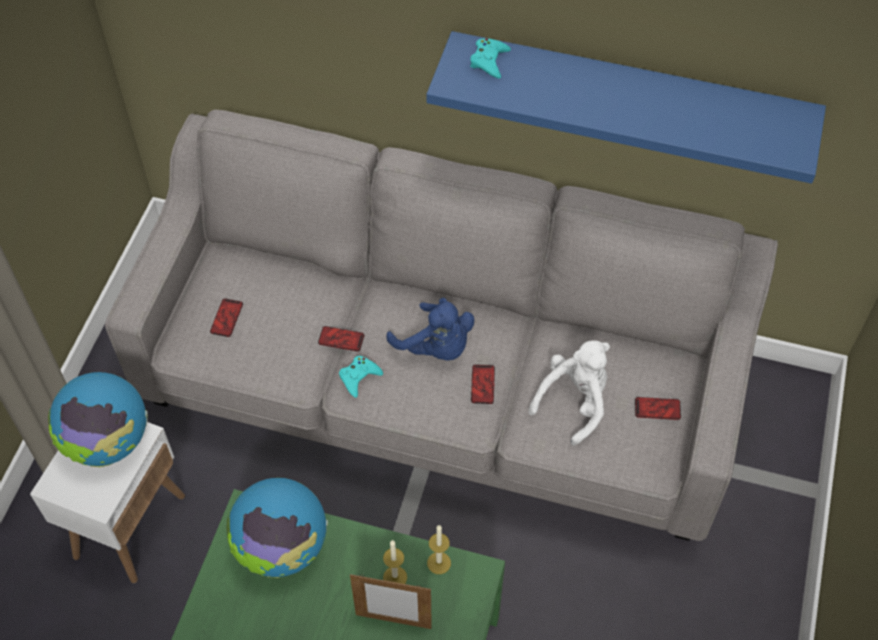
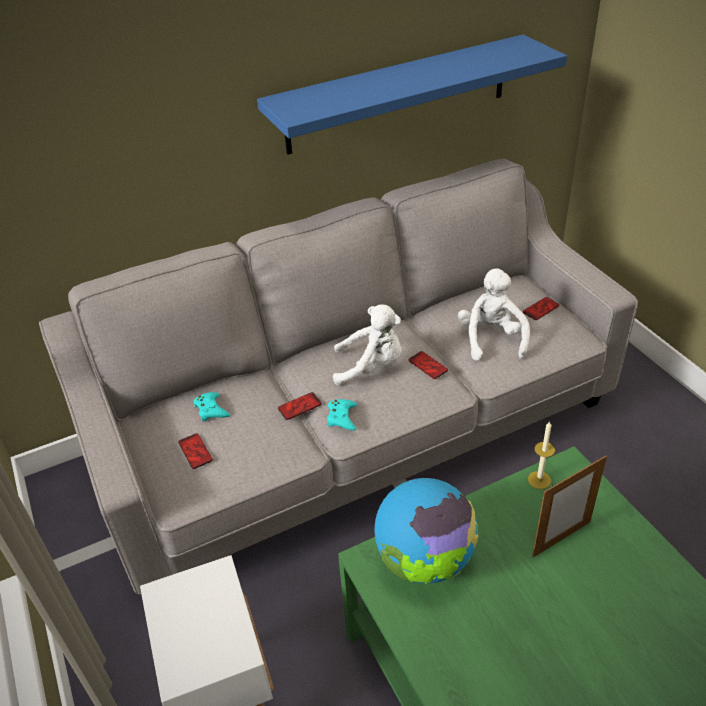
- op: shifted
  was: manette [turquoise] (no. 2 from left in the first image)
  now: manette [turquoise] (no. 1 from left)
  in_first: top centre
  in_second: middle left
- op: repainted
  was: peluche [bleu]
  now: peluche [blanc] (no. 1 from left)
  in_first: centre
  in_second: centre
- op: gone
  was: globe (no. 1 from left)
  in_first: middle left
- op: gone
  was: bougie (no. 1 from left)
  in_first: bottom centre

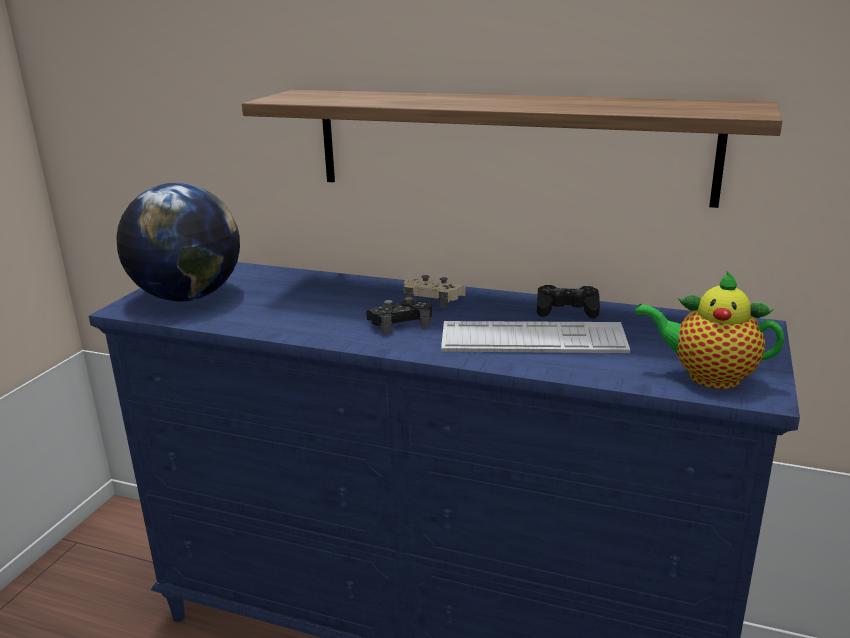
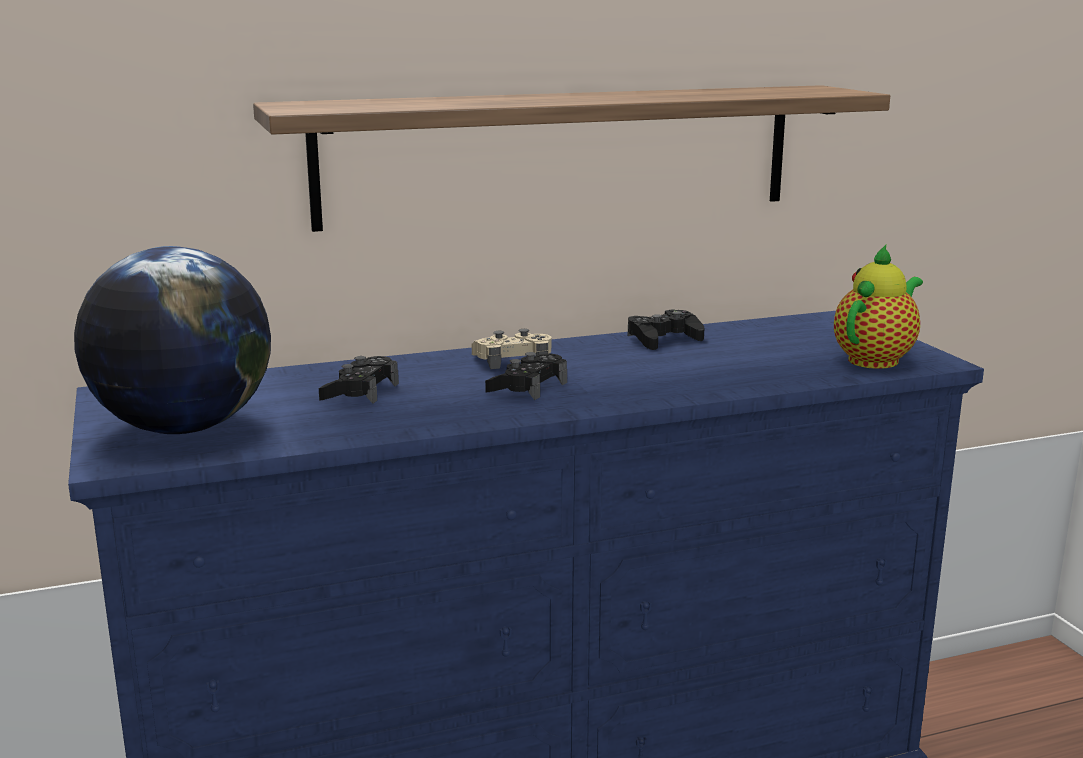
- op: new
  now: manette [noir] (no. 1 from left)
  in_second: middle left
- op: rotated
  was: théière
  in_first: middle right
  in_second: middle right
  clockwise: 150
- op: gone
  was: clavier
  in_first: centre

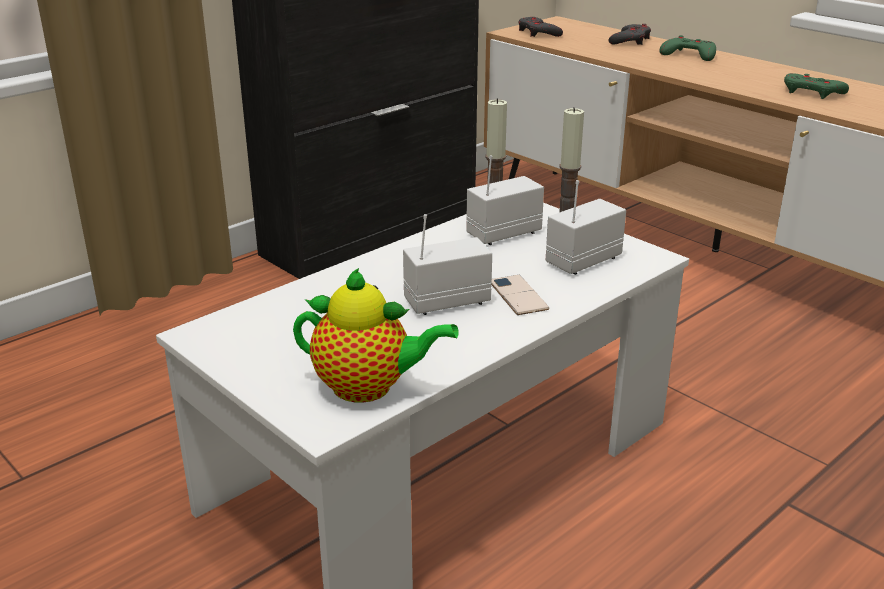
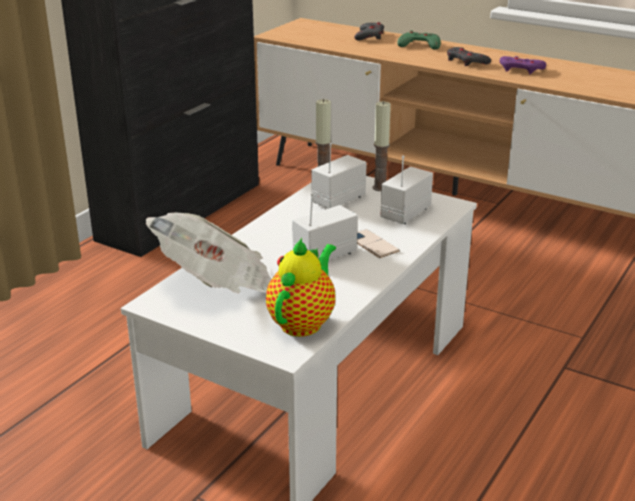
- op: new
  now: journal
  in_second: middle left
- op: rotated
  was: théière
  in_first: centre
  in_second: centre
  clockwise: -60
- op: shifted
  was: manette [gris] (no. 1 from left in the first image)
  now: manette [gris] (no. 2 from left)
  in_first: top centre
  in_second: top right
- op: repainted
  was: manette [vert] (no. 2 from left)
  now: manette [violet]
  in_first: top right
  in_second: top right

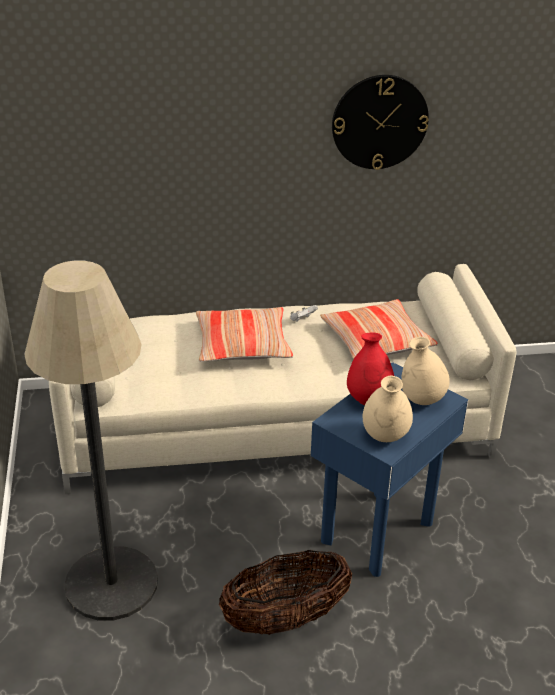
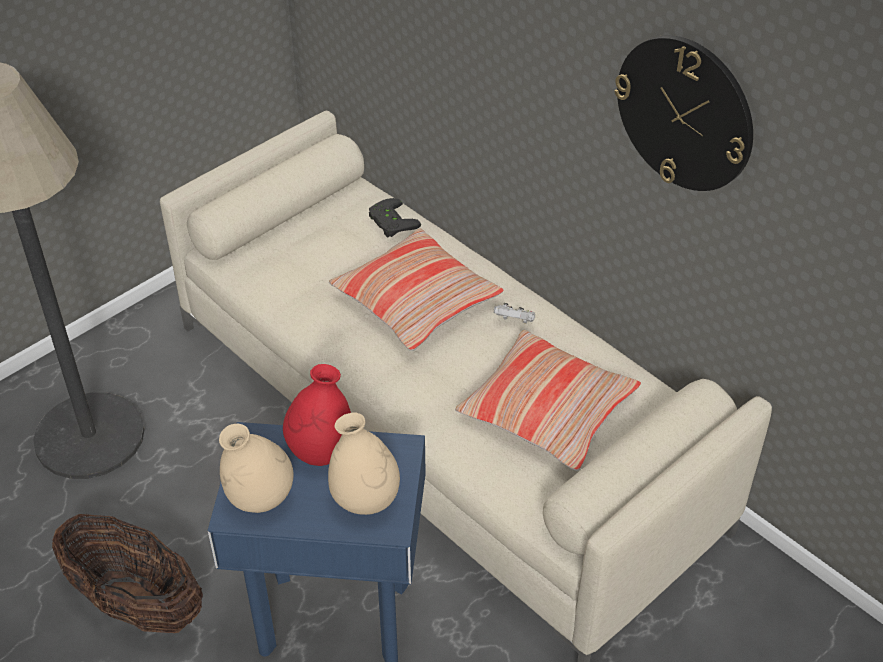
- op: new
  now: manette [noir]
  in_second: top centre

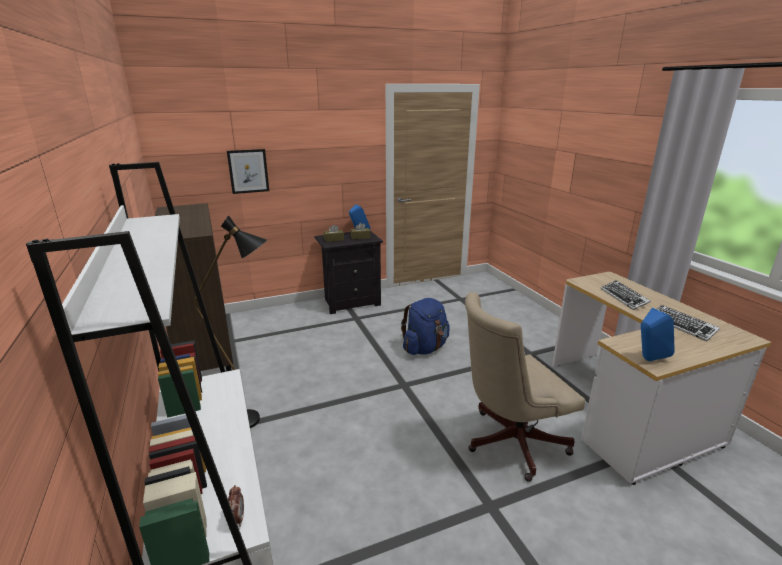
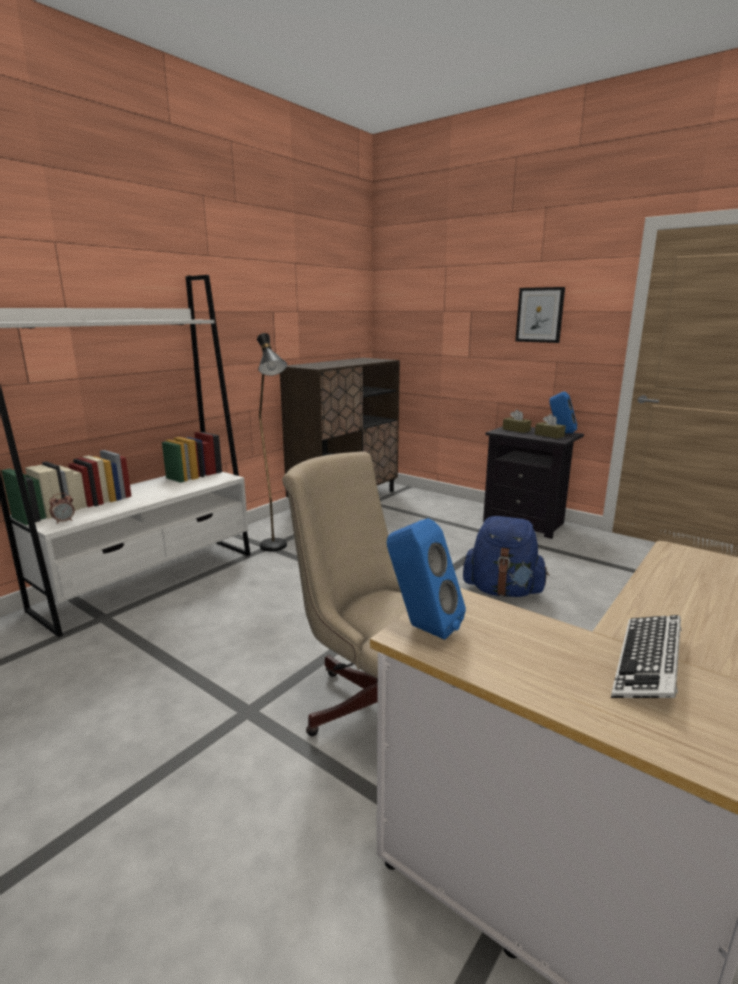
- op: shifted
  was: tableau
  in_first: top left
  in_second: top right
- op: gone
  was: clavier (no. 1 from left)
  in_first: middle right

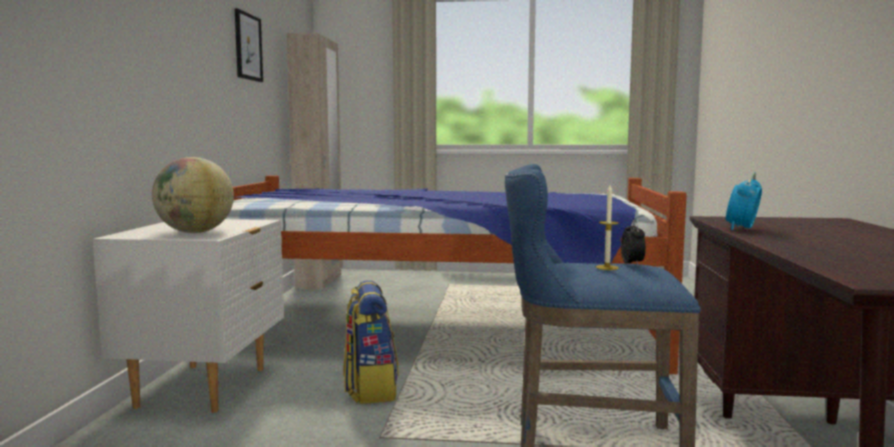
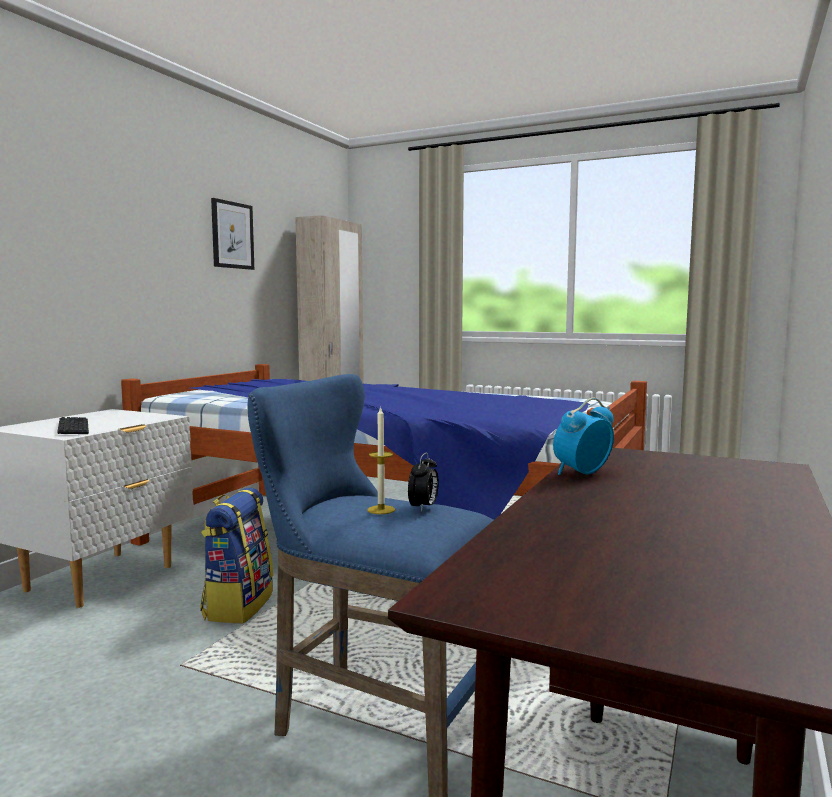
- op: swapped
  was: globe
  now: clavier
  in_first: middle left
  in_second: middle left

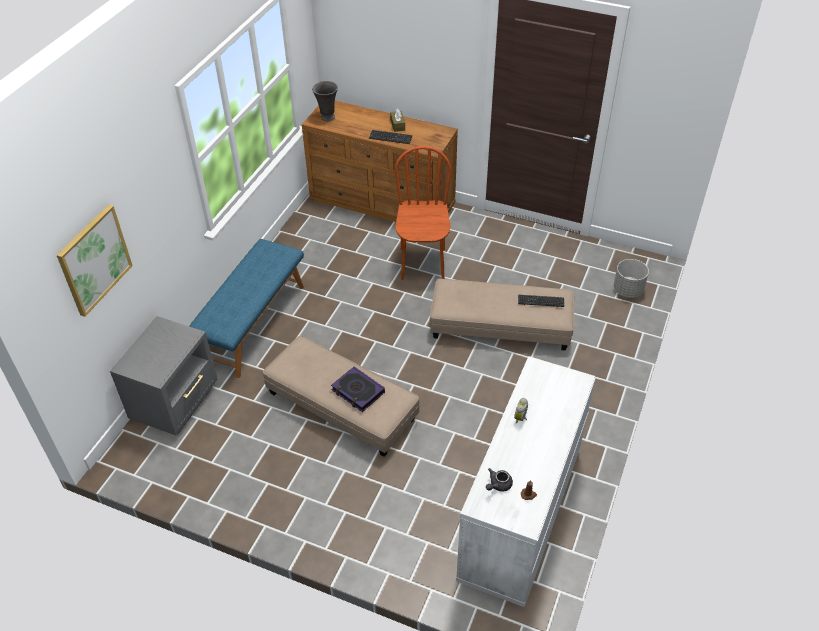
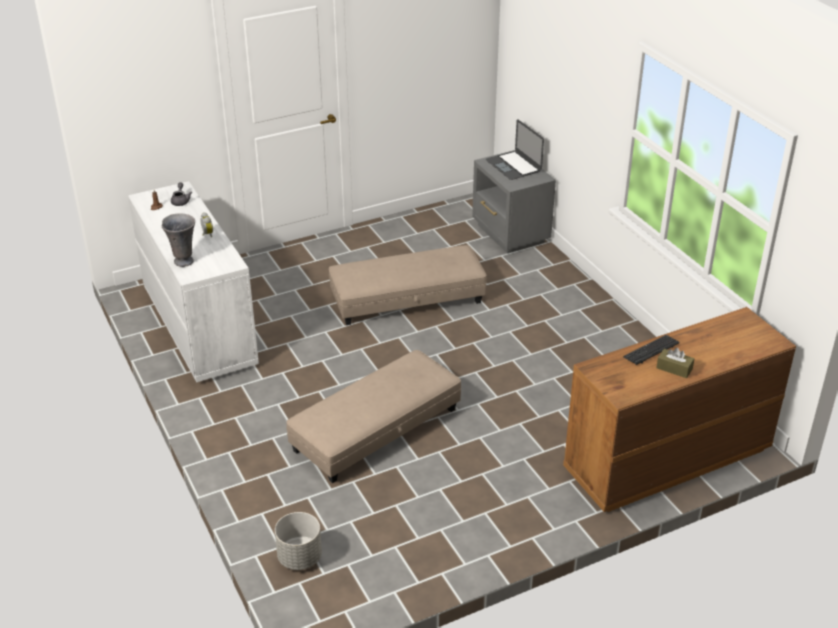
- op: shifted
  was: vase [gris]
  in_first: top centre
  in_second: middle left
- op: new
  now: ordinateur portable
  in_second: top centre
- op: gone
  was: tableau
  in_first: middle left
- op: gone
  was: banc [bleu]
  in_first: middle left
- op: gone
  was: livre
  in_first: centre
- op: gone
  was: chaise [marron]
  in_first: centre
- op: gone
  was: clavier (no. 2 from left)
  in_first: centre

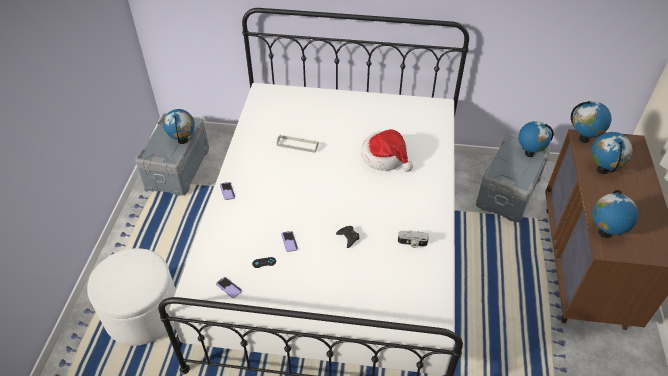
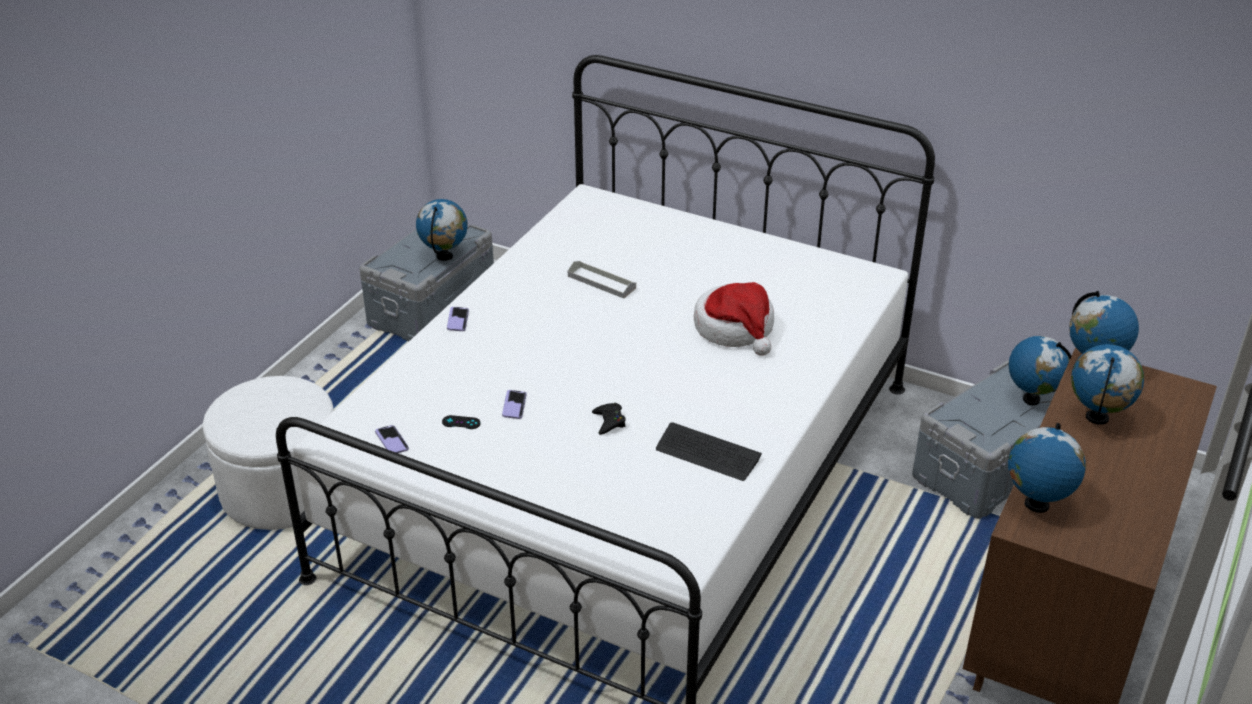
- op: swapped
  was: appareil photo
  now: clavier
  in_first: centre
  in_second: centre

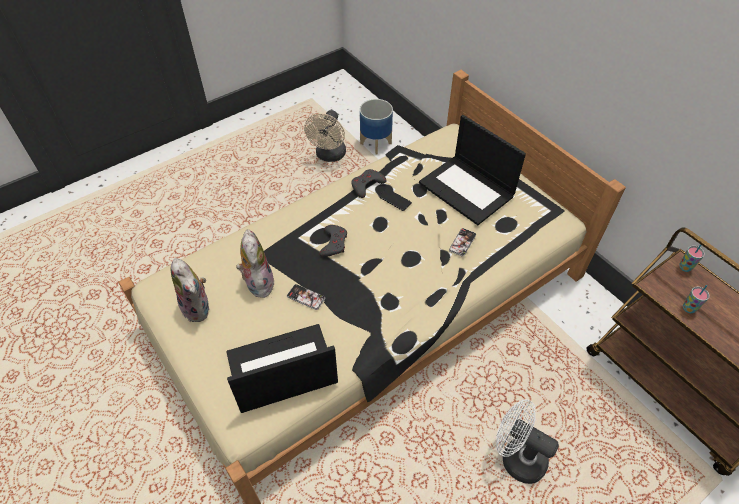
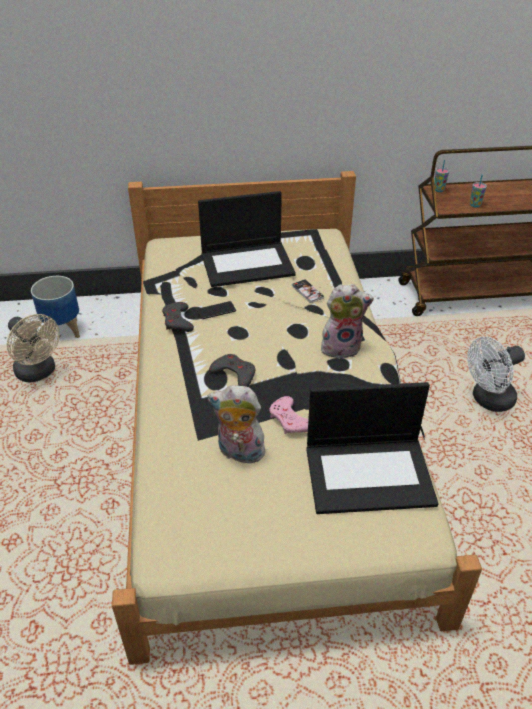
- op: swapped
  was: téléphone (no. 1 from left)
  now: manette [rose]
  in_first: centre
  in_second: centre
- op: rotated
  was: ordinateur portable (no. 1 from left in the first image)
  in_first: bottom centre
  in_second: middle right
  clockwise: -105
- op: shifted
  was: peluche (no. 1 from left in the first image)
  now: peluche (no. 2 from left)
  in_first: middle left
  in_second: centre

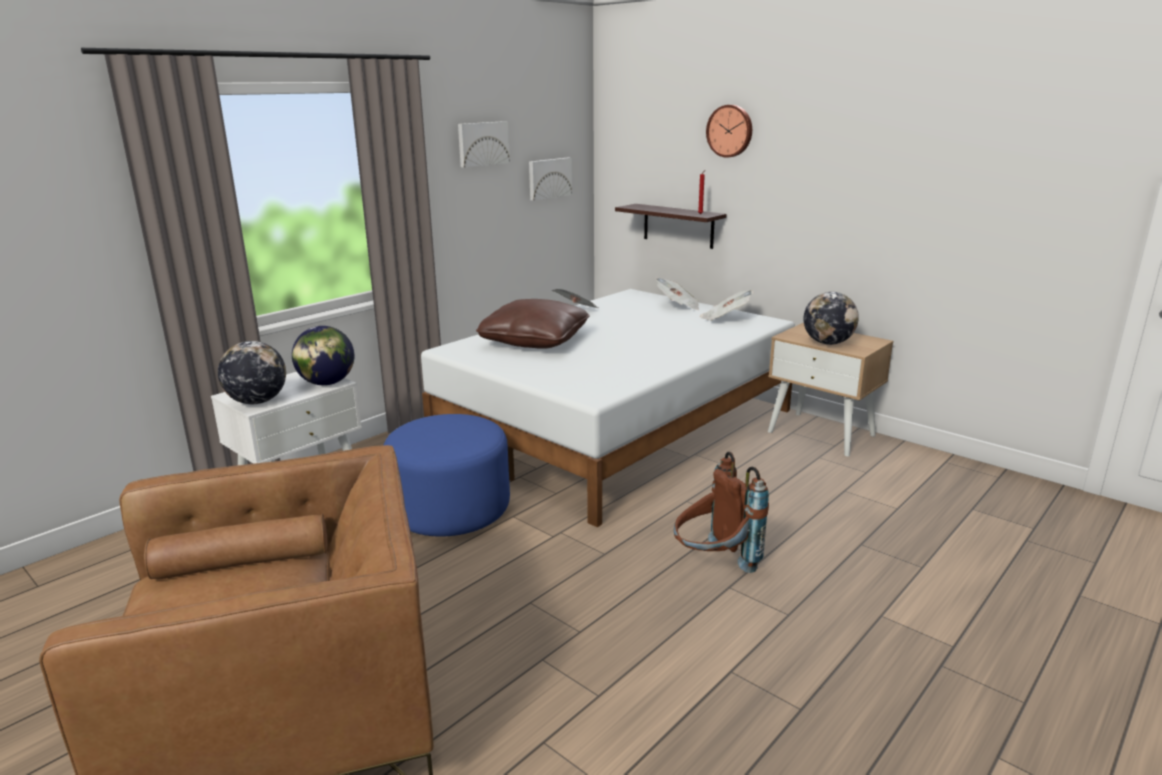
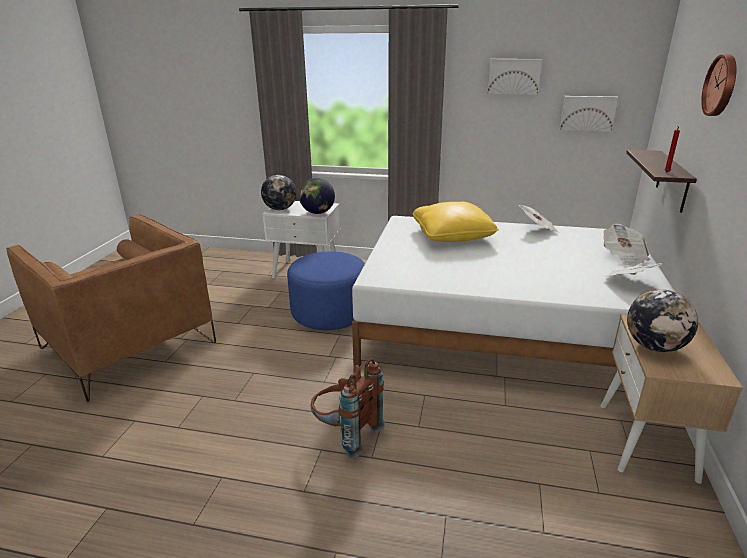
- op: repainted
  was: coussin [marron]
  now: coussin [jaune]
  in_first: centre
  in_second: centre

